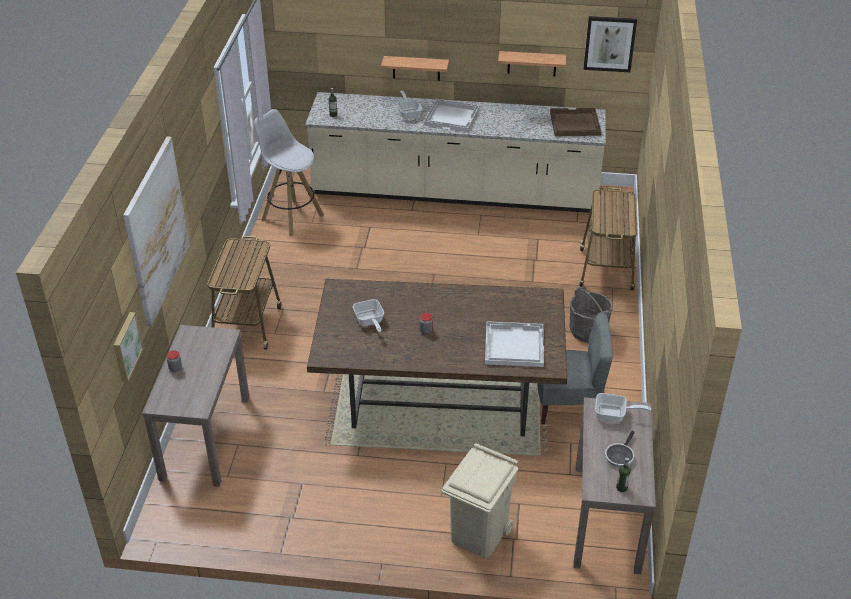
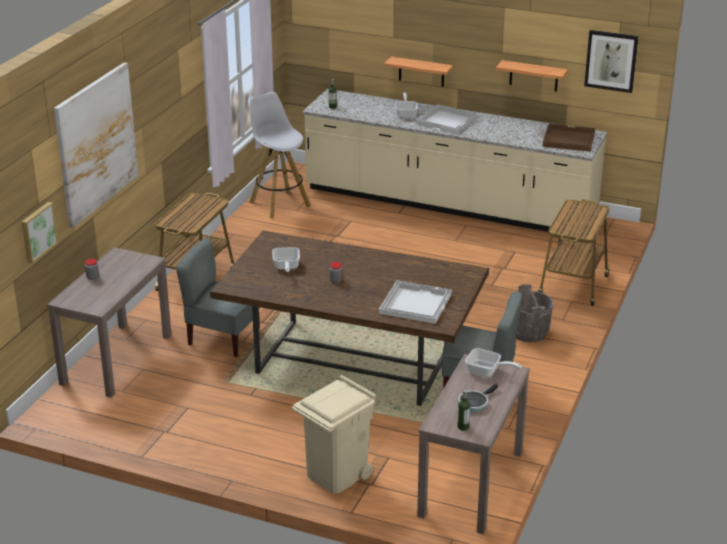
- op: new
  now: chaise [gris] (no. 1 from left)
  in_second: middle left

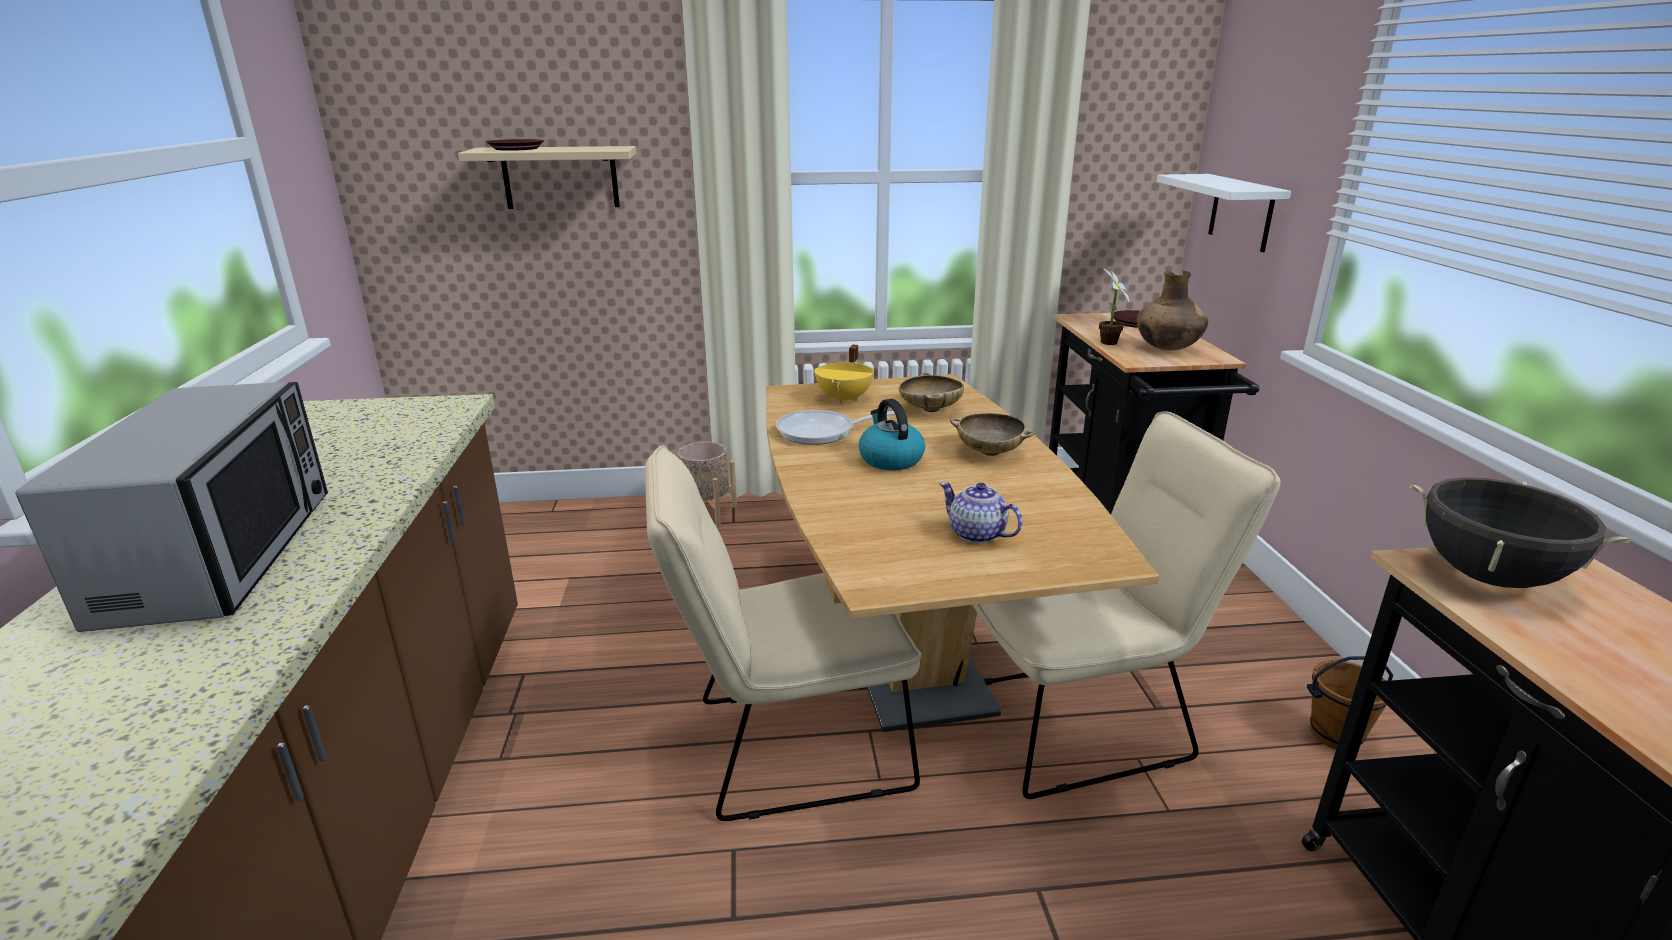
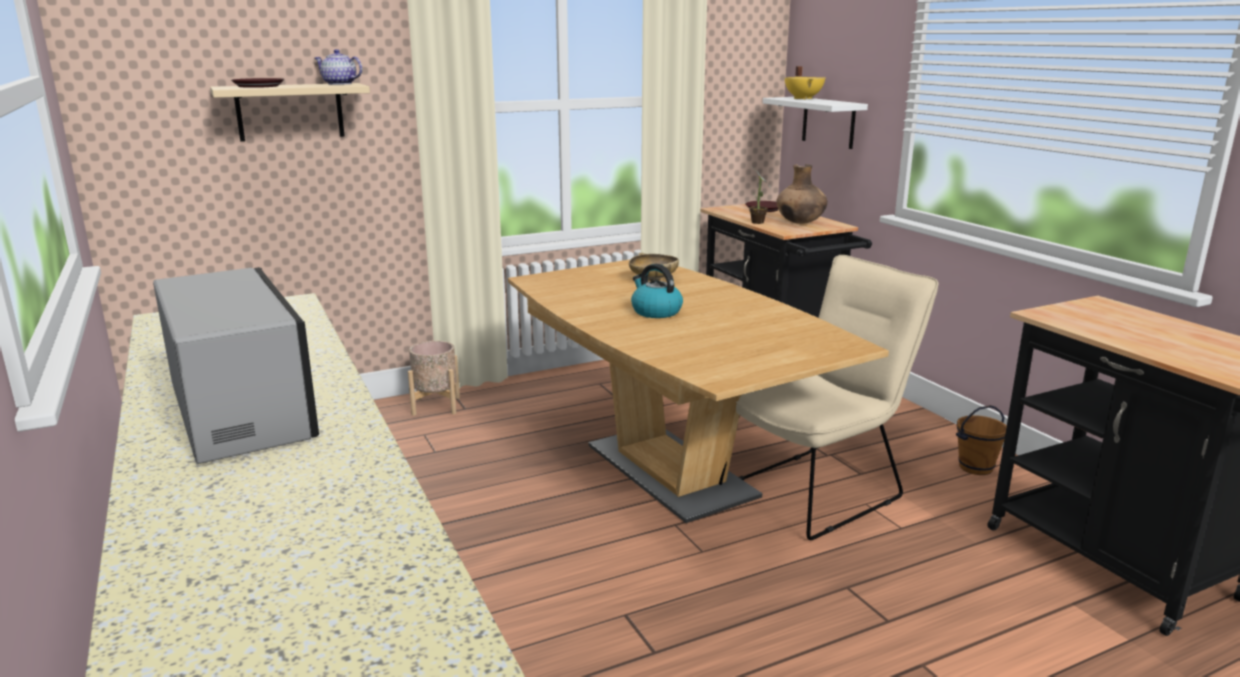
- op: shifted
  was: théière
  in_first: centre
  in_second: top left
- op: shifted
  was: marmite [jaune]
  in_first: centre
  in_second: top centre
- op: gone
  was: chaise [beige] (no. 1 from left)
  in_first: bottom centre
- op: gone
  was: poêle
  in_first: centre
- op: gone
  was: bol [beige] (no. 2 from left)
  in_first: centre
- op: gone
  was: marmite [noir]
  in_first: middle right

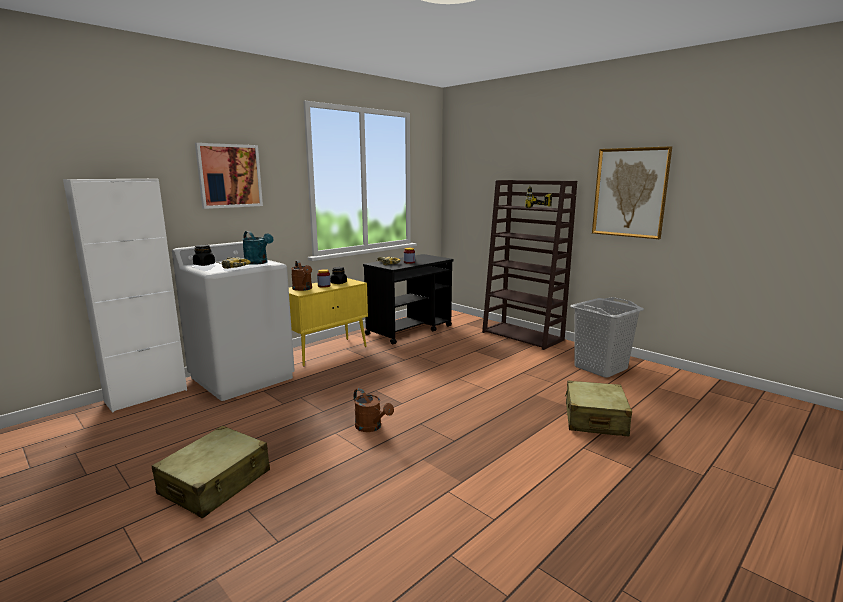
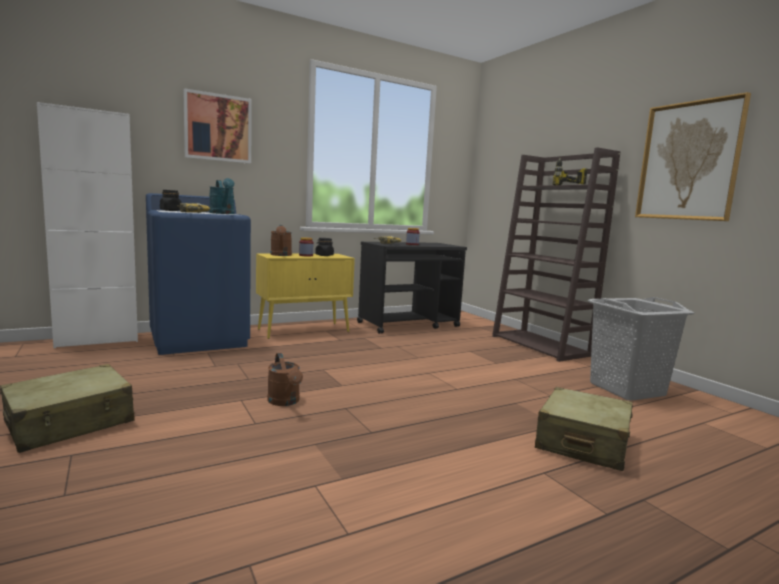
- op: repainted
  was: lave-linge [blanc]
  now: lave-linge [bleu]
  in_first: middle left
  in_second: middle left

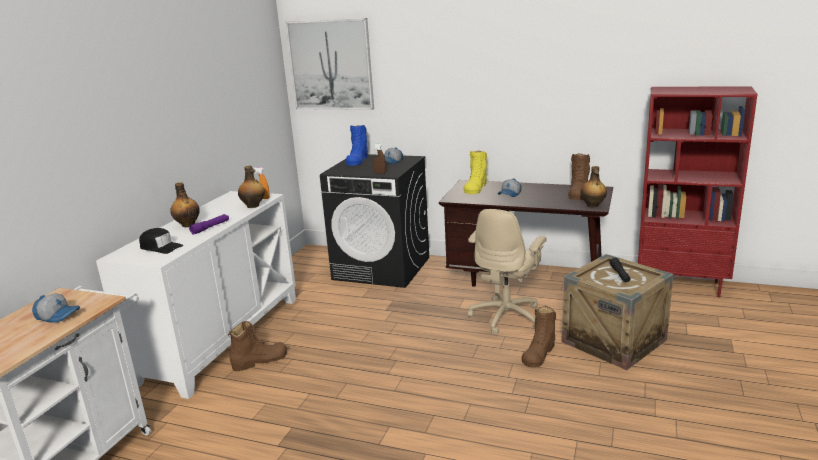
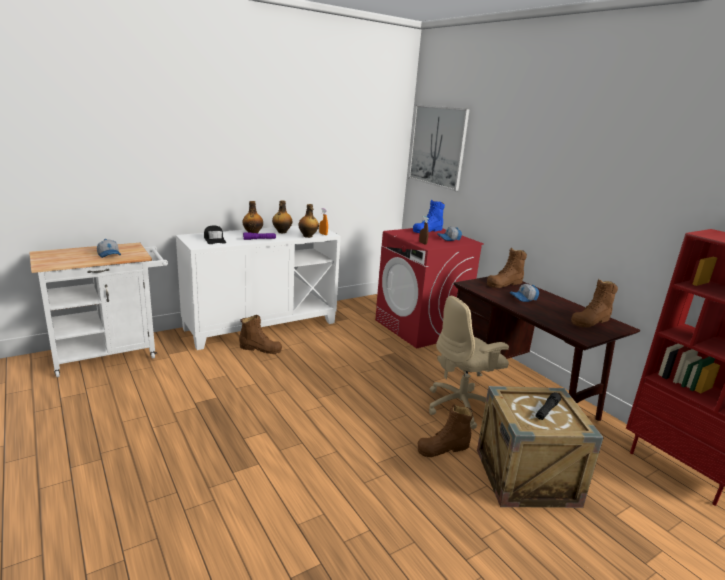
- op: shifted
  was: bouteille (no. 3 from left in the first image)
  now: bouteille (no. 2 from left)
  in_first: middle right
  in_second: centre
- op: repainted
  was: lave-linge [noir]
  now: lave-linge [rouge]
  in_first: centre
  in_second: centre
- op: repainted
  was: botte [jaune]
  now: botte [marron] (no. 3 from left)
  in_first: centre
  in_second: middle right

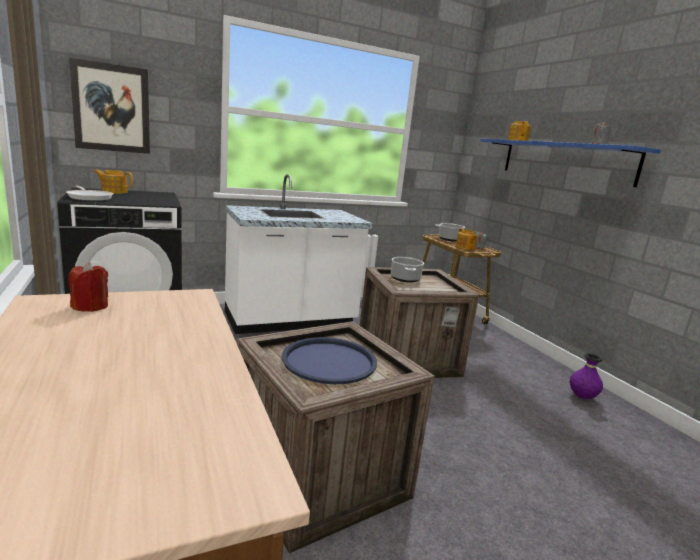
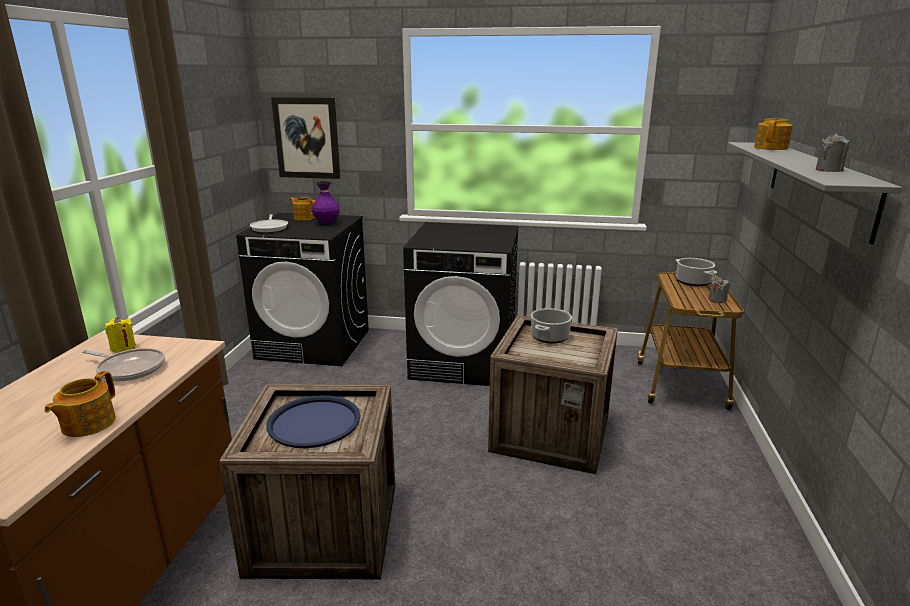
- op: shifted
  was: théière (no. 2 from left in the first image)
  now: théière (no. 1 from left)
  in_first: middle right
  in_second: bottom left
- op: new
  now: poêle (no. 1 from left)
  in_second: middle left
- op: repainted
  was: bougie [rouge]
  now: bougie [jaune]
  in_first: middle left
  in_second: middle left
- op: shifted
  was: vase [violet]
  in_first: bottom right
  in_second: centre
- op: swapped
  was: comptoir de cuisine [blanc]
  now: lave-linge [noir] (no. 2 from left)
  in_first: centre
  in_second: centre
- op: repainted
  was: étagère [bleu]
  now: étagère [gris]
  in_first: top right
  in_second: top right

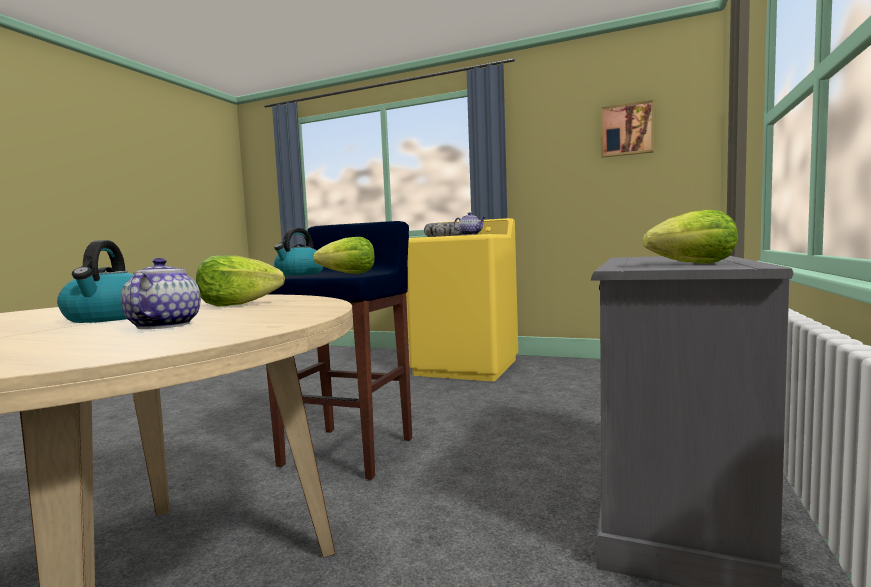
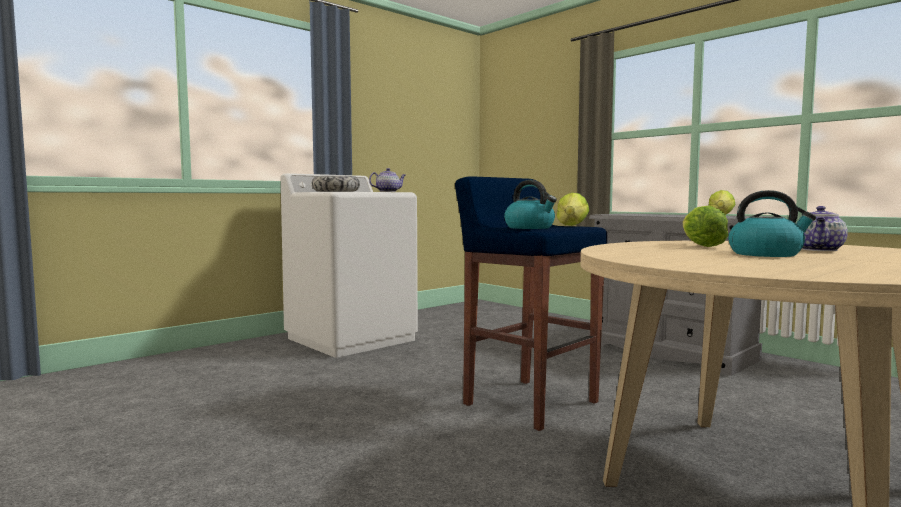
- op: repainted
  was: lave-linge [jaune]
  now: lave-linge [blanc]
  in_first: centre
  in_second: centre
- op: rotated
  was: théière (no. 1 from left in the first image)
  in_first: middle left
  in_second: middle right
  clockwise: -75
- op: gone
  was: tableau
  in_first: top right

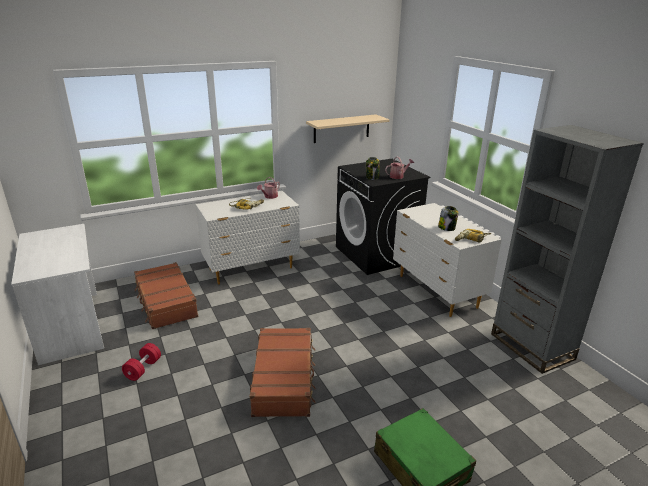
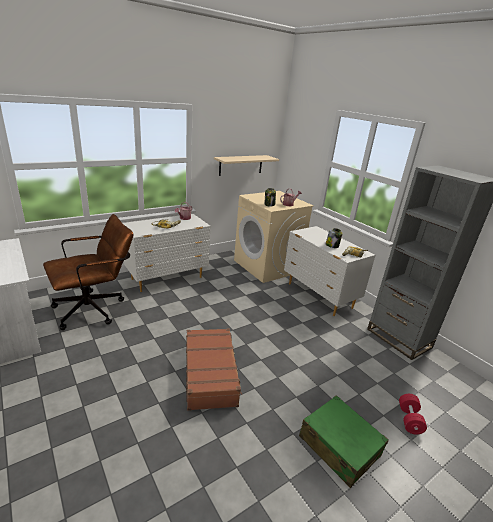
- op: swapped
  was: valise [marron] (no. 1 from left)
  now: chaise de bureau [marron]
  in_first: middle left
  in_second: middle left
- op: repainted
  was: lave-linge [noir]
  now: lave-linge [beige]
  in_first: centre
  in_second: centre
- op: shifted
  was: haltère [rouge]
  in_first: bottom left
  in_second: bottom right

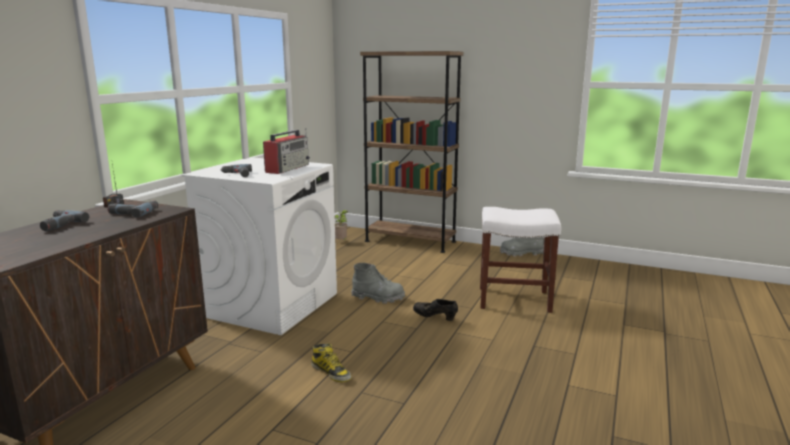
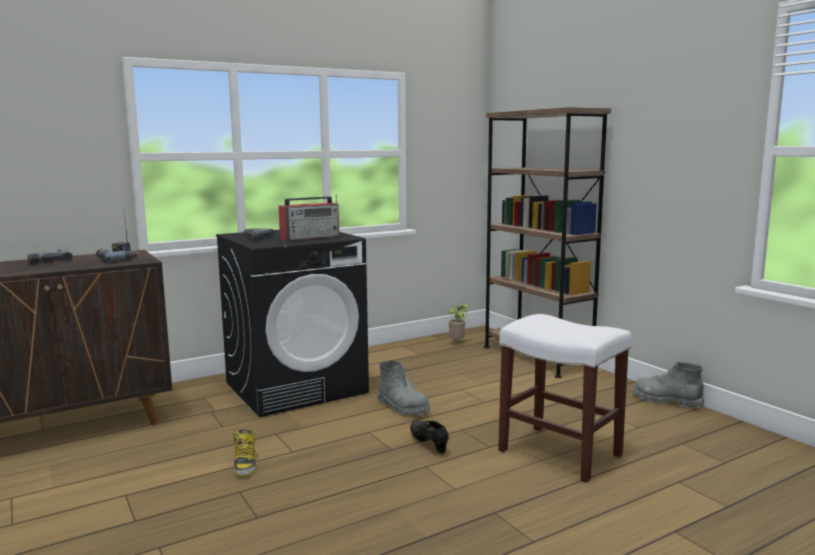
- op: repainted
  was: lave-linge [blanc]
  now: lave-linge [noir]
  in_first: middle left
  in_second: centre

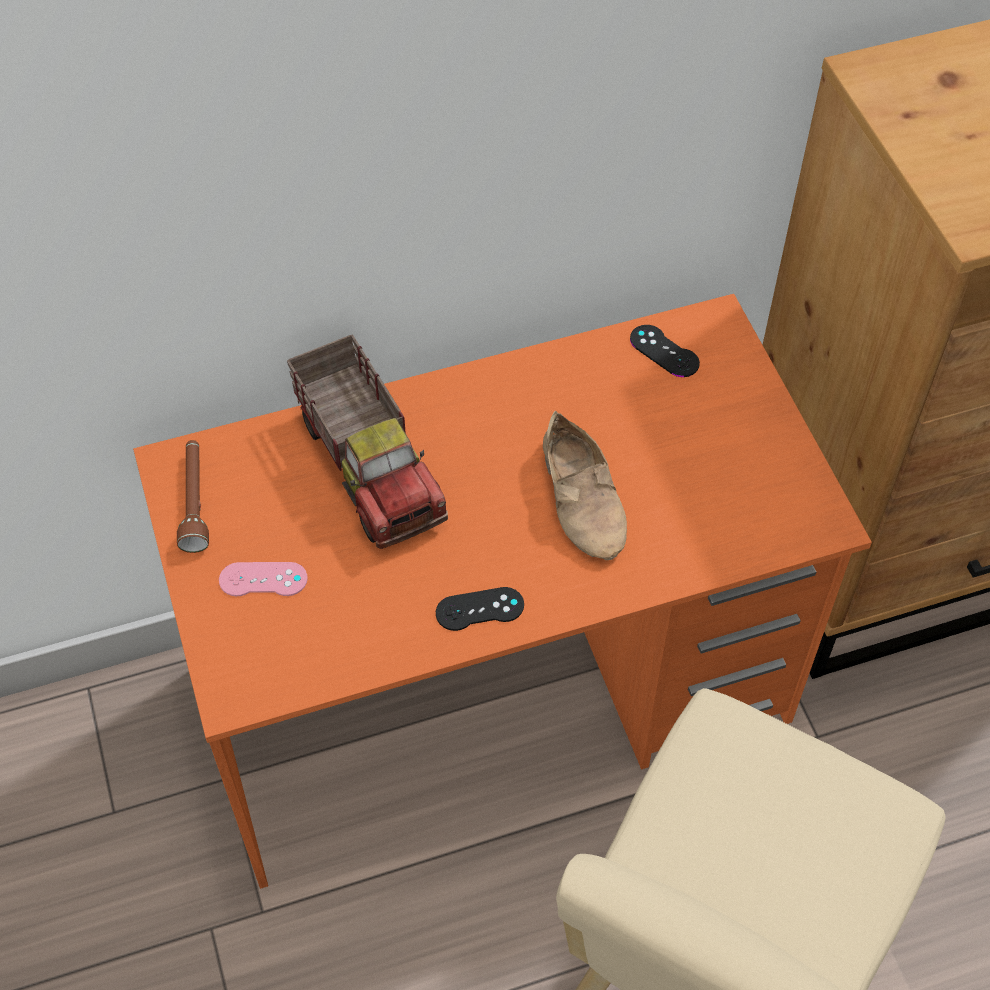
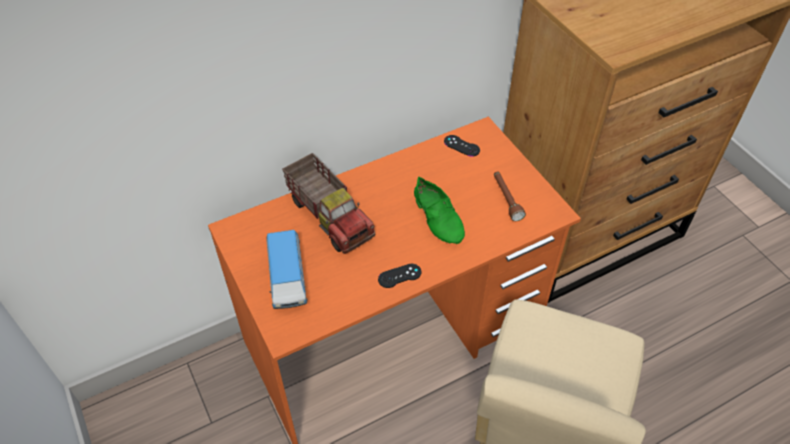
- op: swapped
  was: manette [rose]
  now: petite voiture
  in_first: middle left
  in_second: centre
- op: repainted
  was: chaussure [beige]
  now: chaussure [vert]
  in_first: centre
  in_second: centre
- op: shifted
  was: lampe de poche [marron]
  in_first: middle left
  in_second: centre

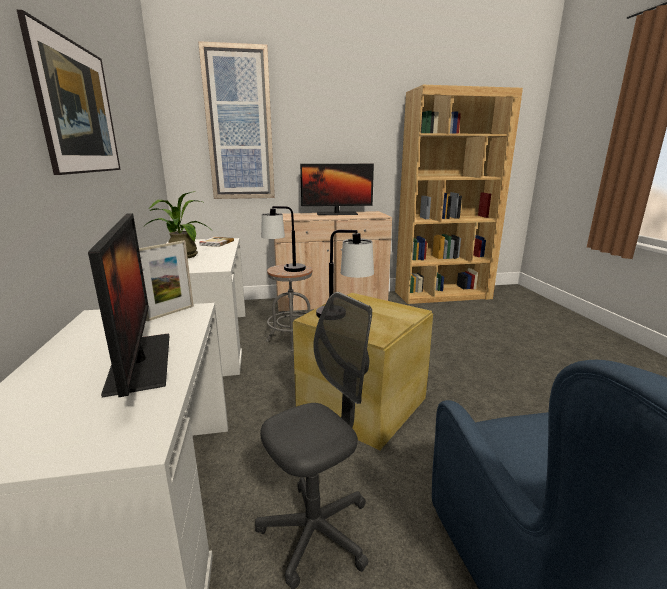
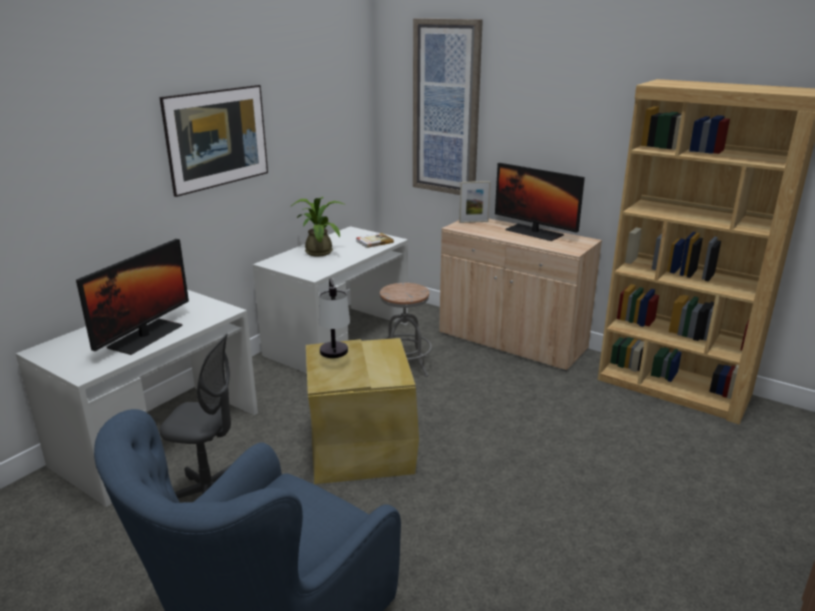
- op: shifted
  was: cadre photo
  in_first: middle left
  in_second: top centre
- op: gone
  was: lampe de table (no. 1 from left)
  in_first: centre

